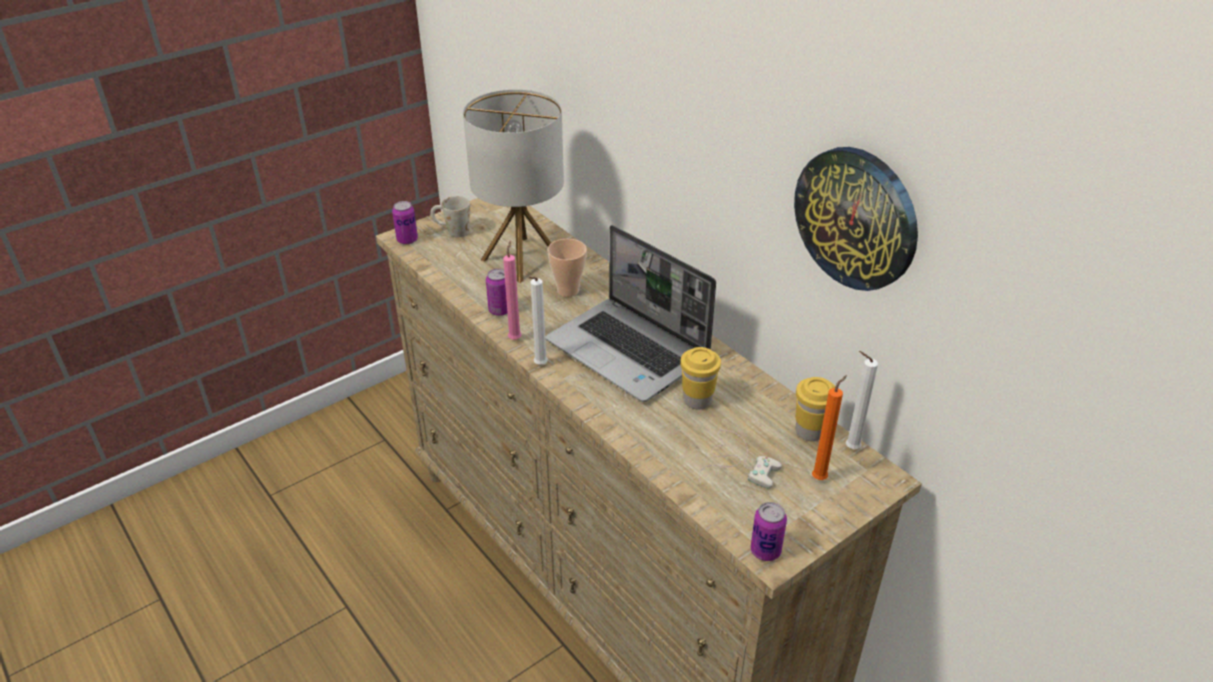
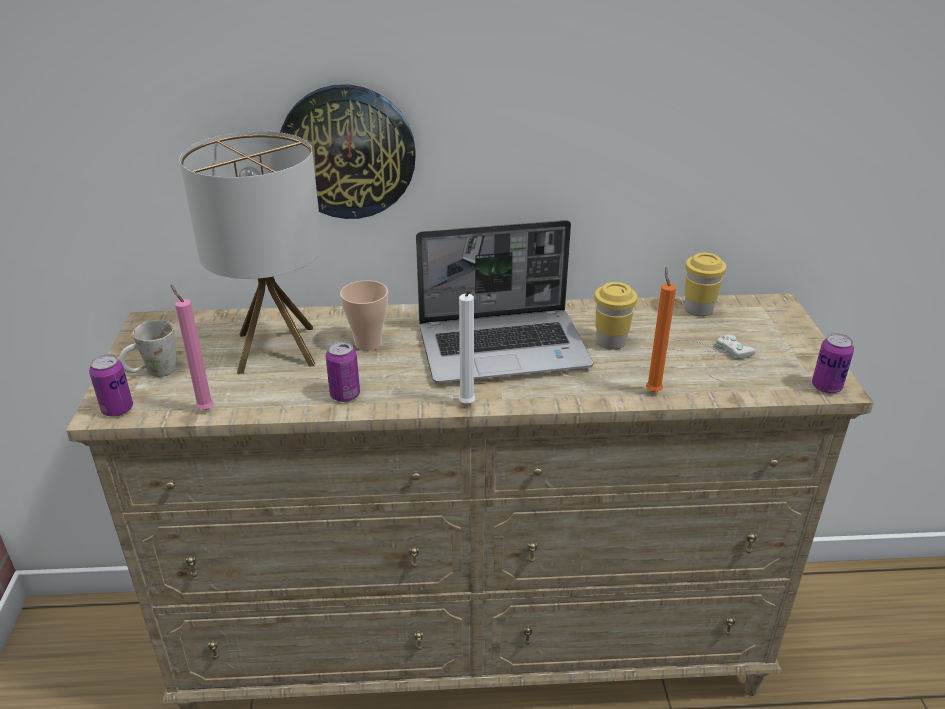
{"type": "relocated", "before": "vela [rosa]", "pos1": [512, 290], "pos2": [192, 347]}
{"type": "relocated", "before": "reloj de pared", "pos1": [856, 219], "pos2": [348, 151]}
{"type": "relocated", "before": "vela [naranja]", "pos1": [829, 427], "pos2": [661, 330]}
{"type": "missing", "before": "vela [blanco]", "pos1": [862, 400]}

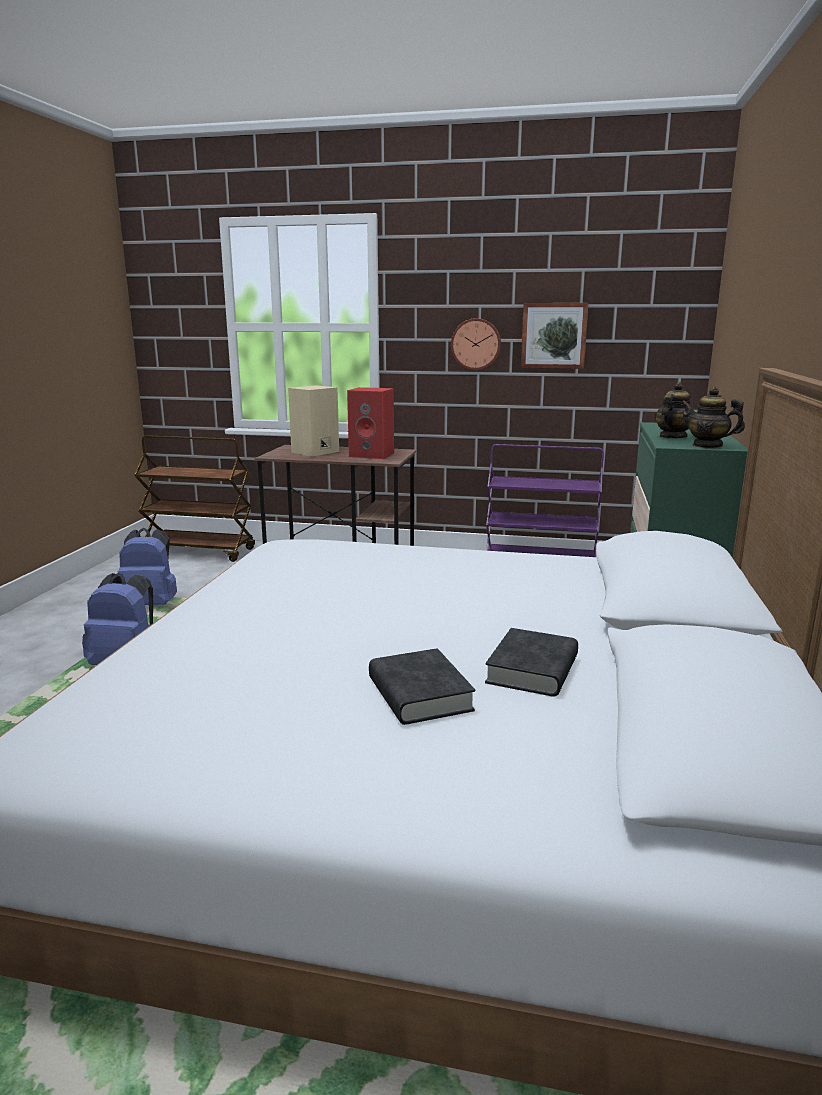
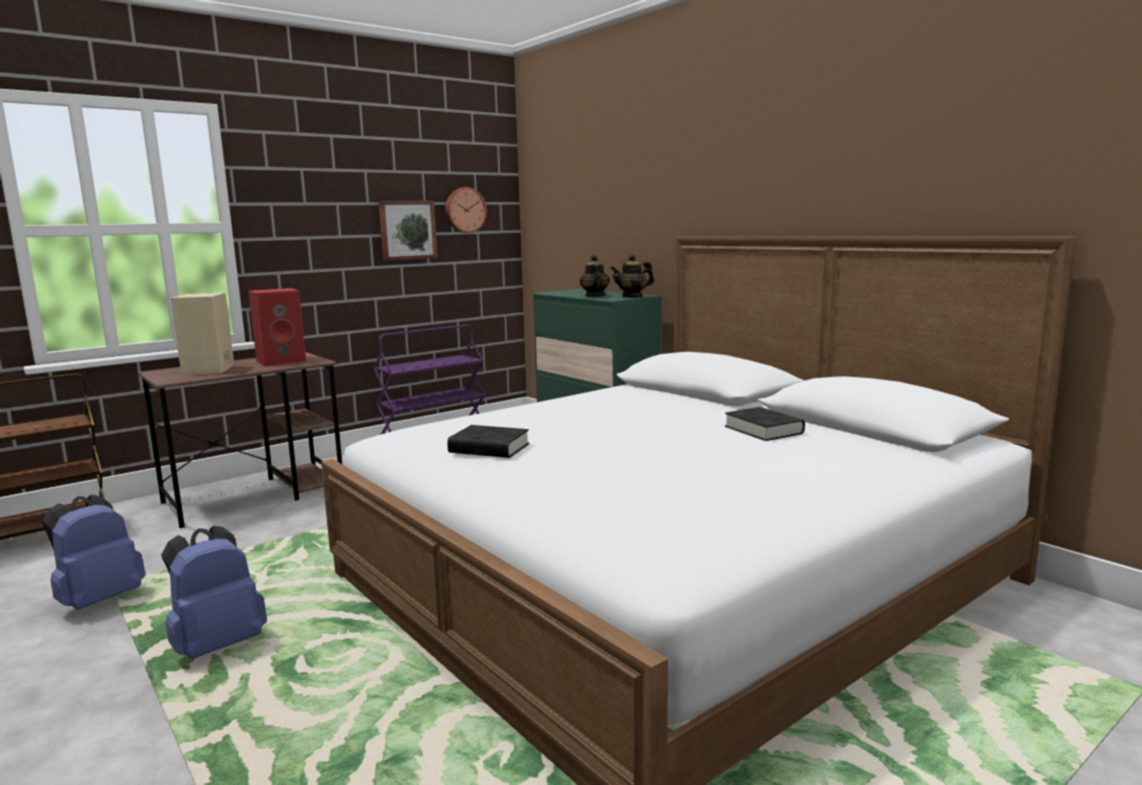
{"type": "relocated", "before": "libro [negro]", "pos1": [422, 686], "pos2": [488, 441]}
{"type": "relocated", "before": "reloj de pared", "pos1": [476, 344], "pos2": [466, 210]}

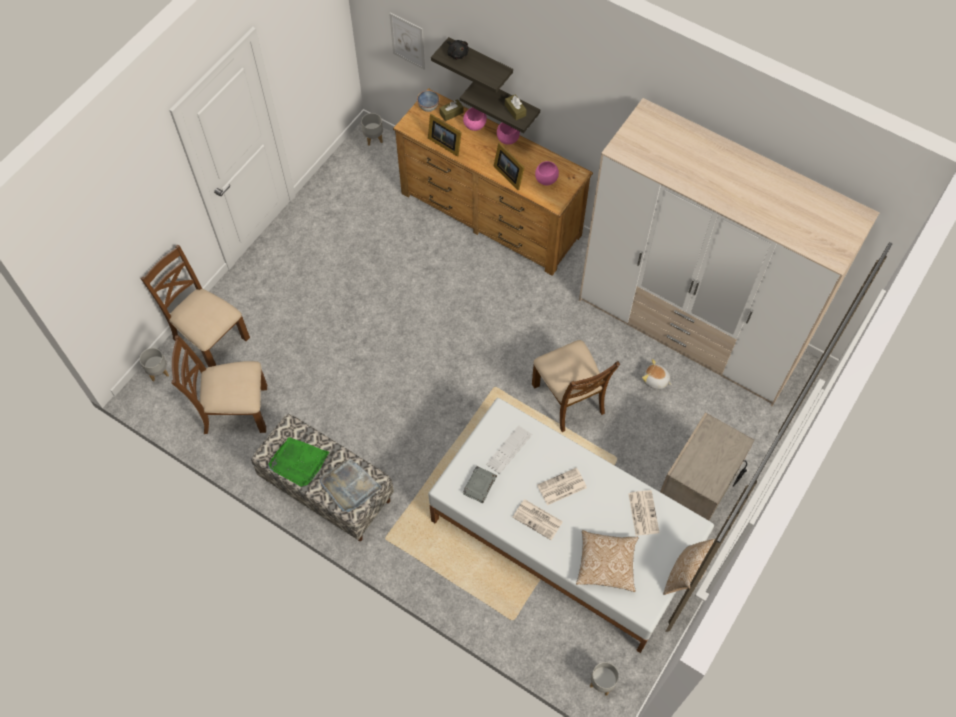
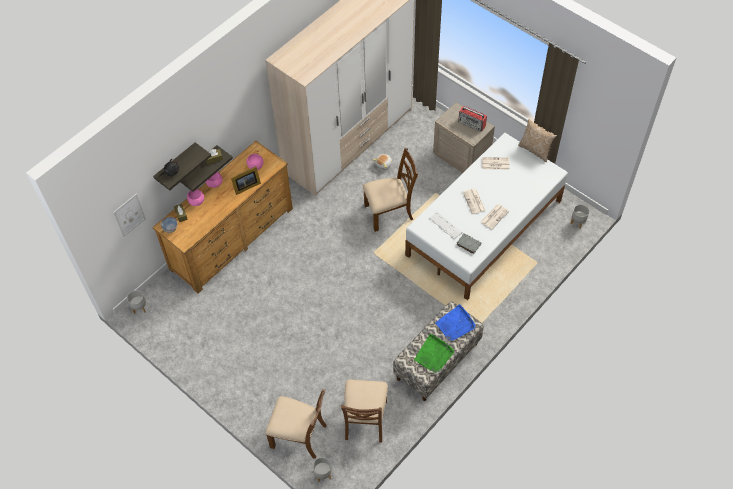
{"type": "spun", "before": "silla [marrón]", "pos1": [195, 306], "pos2": [296, 424], "turn": -120}
{"type": "colour", "before": "bandeja [gris]", "after": "bandeja [azul]", "pos1": [351, 485], "pos2": [455, 322]}
{"type": "missing", "before": "portarretratos", "pos1": [445, 135]}
{"type": "missing", "before": "cojín", "pos1": [607, 561]}
{"type": "appeared", "after": "radio", "pos2": [472, 119]}

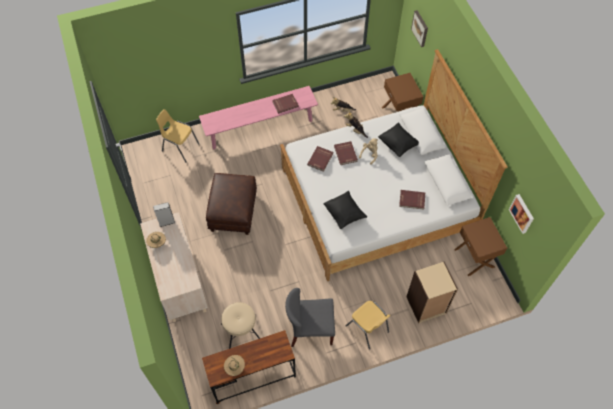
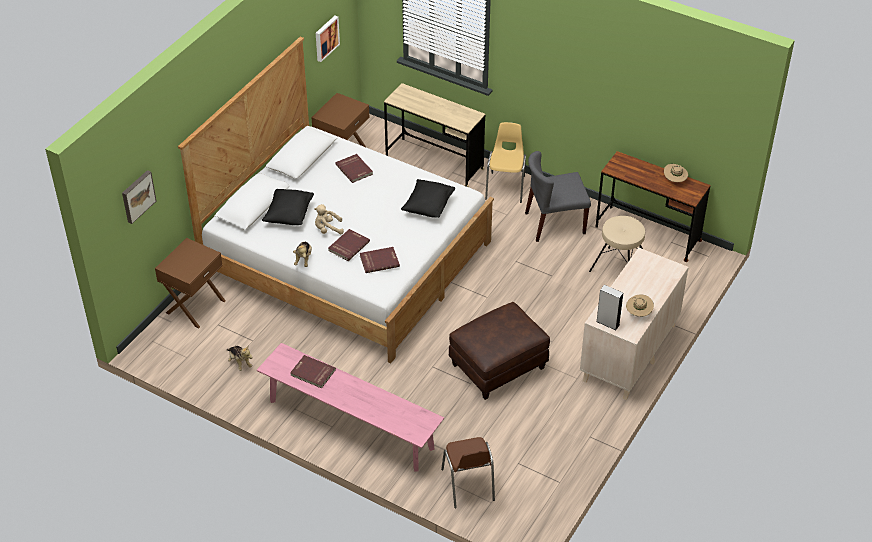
{"type": "colour", "before": "silla [amarillo]", "after": "silla [marrón]", "pos1": [177, 135], "pos2": [468, 472]}
{"type": "spun", "before": "silla [gris]", "pos1": [310, 317], "pos2": [558, 196], "turn": 120}
{"type": "exchanged", "before": "estantería [beis]", "after": "escritorio [beis]", "pos1": [432, 292], "pos2": [434, 135]}

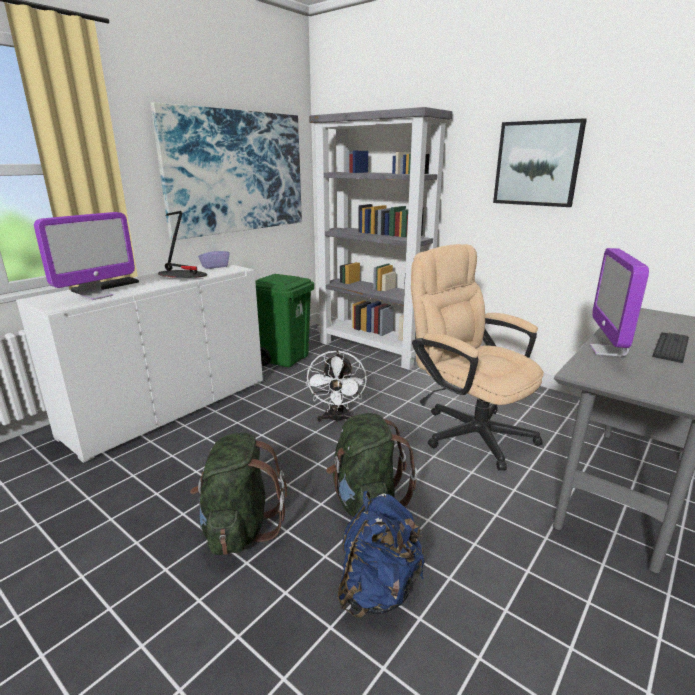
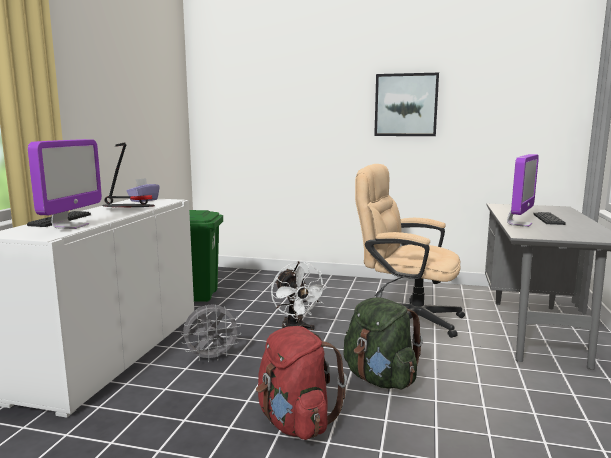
{"type": "missing", "before": "cuadro", "pos1": [226, 171]}
{"type": "colour", "before": "mochila [verde]", "after": "mochila [rojo]", "pos1": [238, 493], "pos2": [301, 383]}
{"type": "missing", "before": "estantería [gris]", "pos1": [380, 238]}
{"type": "missing", "before": "mochila [azul]", "pos1": [381, 554]}
{"type": "spun", "before": "monitor", "pos1": [619, 302], "pos2": [523, 190], "turn": -135}
{"type": "appeared", "after": "ventilador [gris]", "pos2": [211, 333]}

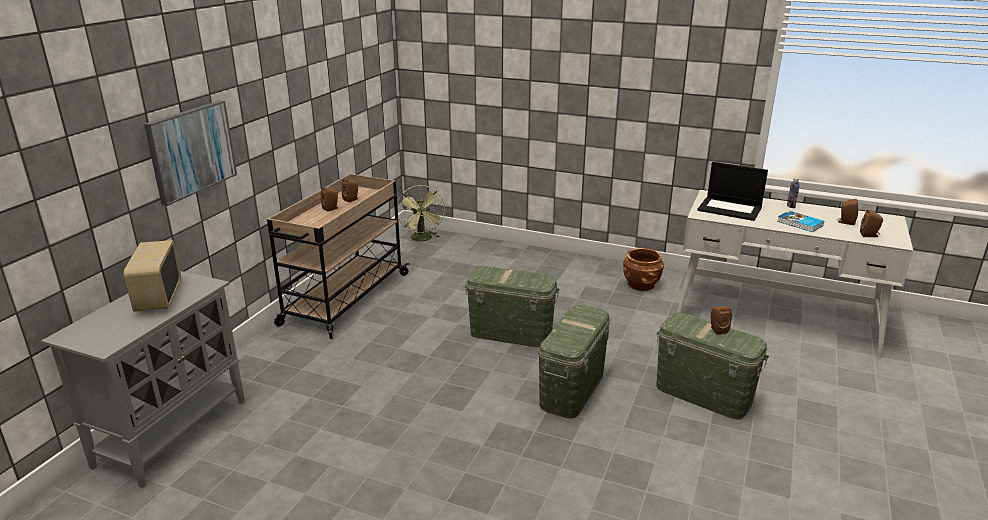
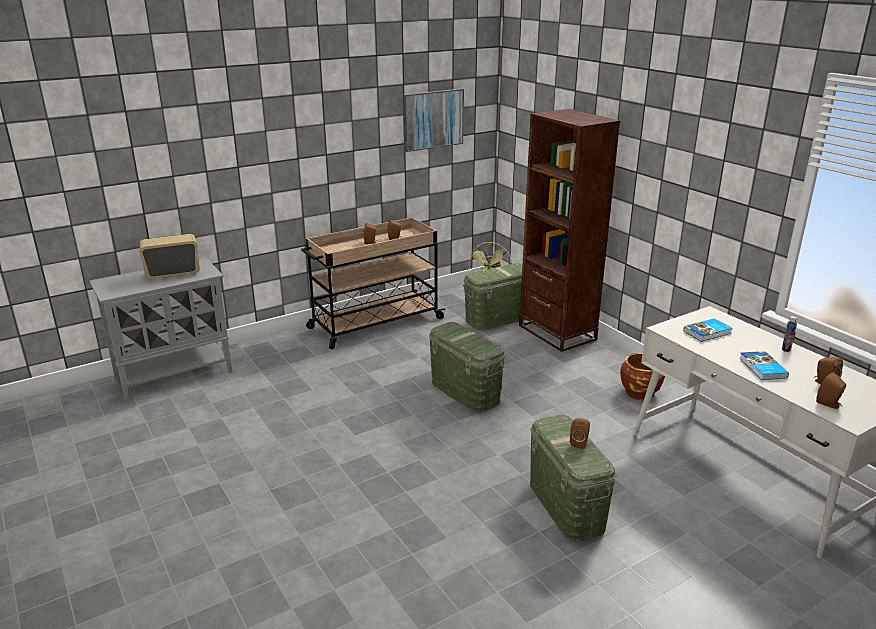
{"type": "spun", "before": "radio", "pos1": [152, 276], "pos2": [169, 256], "turn": 45}
{"type": "relocated", "before": "cuadro", "pos1": [190, 153], "pos2": [433, 120]}
{"type": "relocated", "before": "caja de almacenaje [verde]", "pos1": [574, 361], "pos2": [494, 297]}
{"type": "exchanged", "before": "portátil", "after": "libro", "pos1": [732, 191], "pos2": [707, 330]}
{"type": "appeared", "after": "estantería [marrón]", "pos2": [569, 230]}

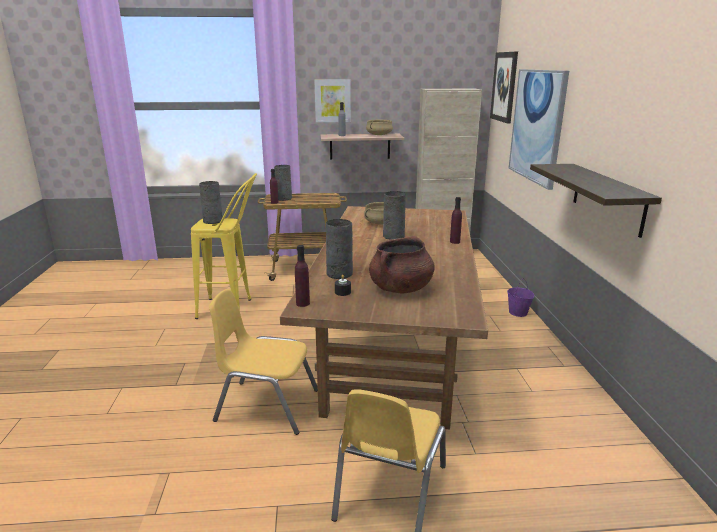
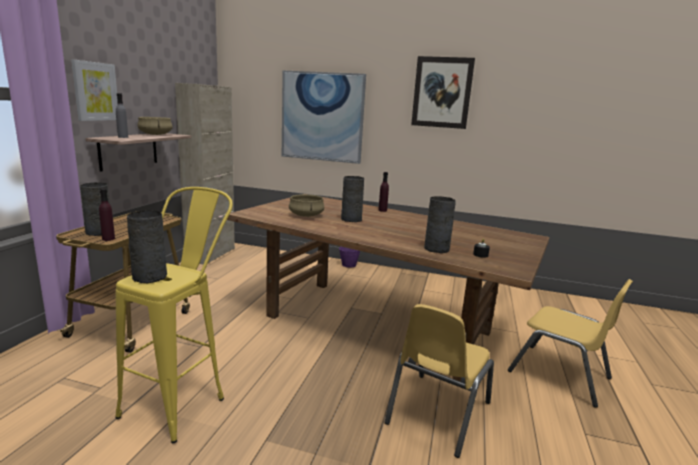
{"type": "missing", "before": "botella [morado]", "pos1": [302, 276]}
{"type": "missing", "before": "olla [marrón]", "pos1": [402, 264]}
{"type": "relocated", "before": "cuadro", "pos1": [504, 88], "pos2": [443, 92]}
{"type": "missing", "before": "estante", "pos1": [596, 201]}

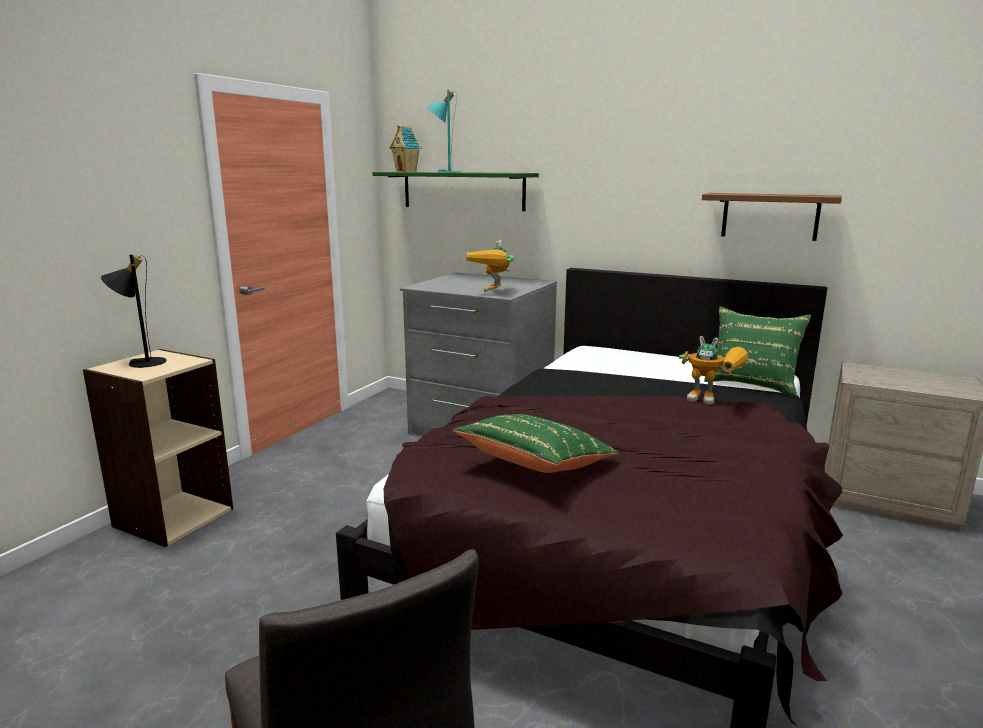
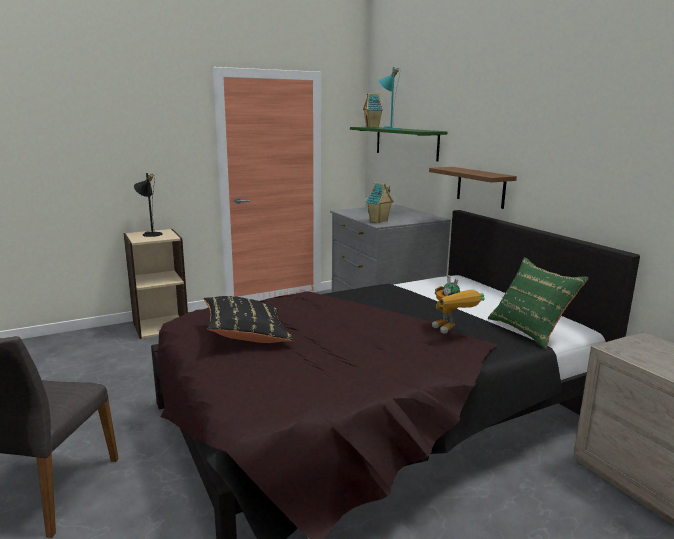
{"type": "colour", "before": "cojín [verde]", "after": "cojín [negro]", "pos1": [536, 443], "pos2": [249, 319]}
{"type": "exchanged", "before": "robot de juguete", "after": "casita", "pos1": [490, 266], "pos2": [379, 202]}
{"type": "relocated", "before": "estante [marrón]", "pos1": [772, 217], "pos2": [473, 188]}

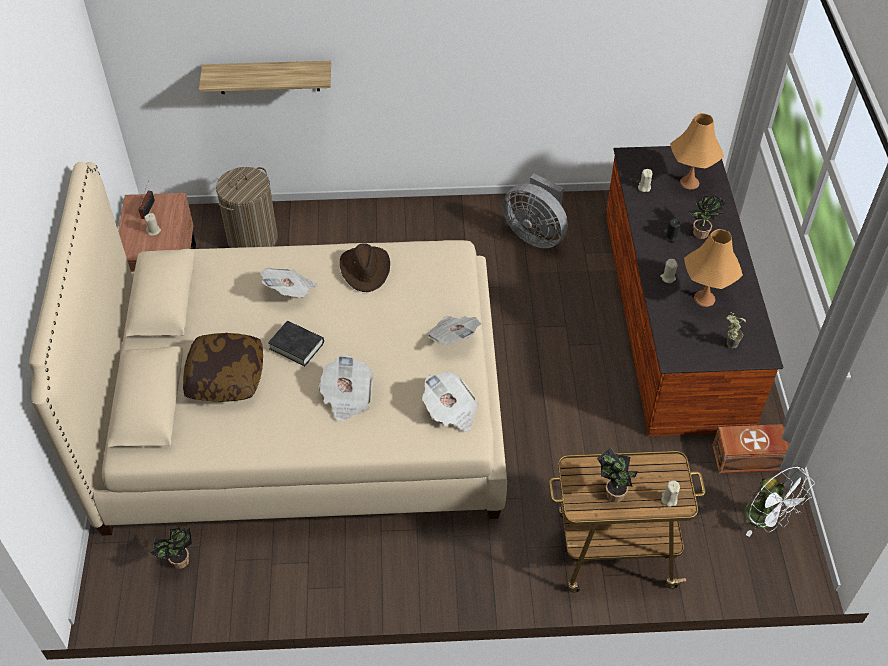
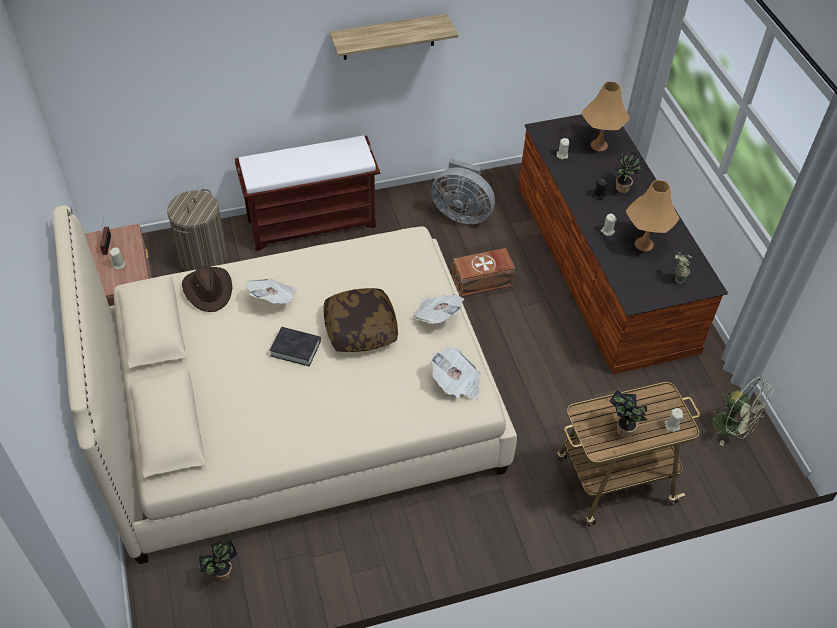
{"type": "relocated", "before": "cojín", "pos1": [223, 367], "pos2": [360, 320]}
{"type": "relocated", "before": "estante", "pos1": [265, 77], "pos2": [393, 37]}
{"type": "missing", "before": "periódico", "pos1": [346, 388]}
{"type": "relocated", "before": "sombrero [marrón]", "pos1": [365, 267], "pos2": [207, 289]}
{"type": "relocated", "before": "caja de almacenaje [marrón]", "pos1": [751, 448], "pos2": [483, 272]}
{"type": "colour", "before": "ventilador [blanco]", "after": "ventilador [verde]", "pos1": [779, 501], "pos2": [742, 411]}
{"type": "appeared", "after": "banco [marrón]", "pos2": [307, 193]}

